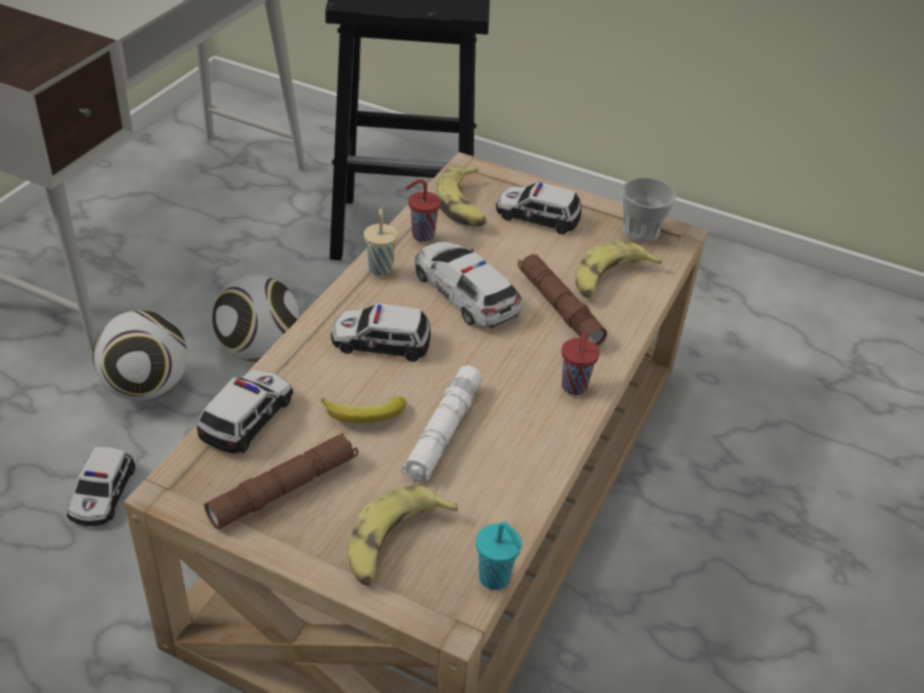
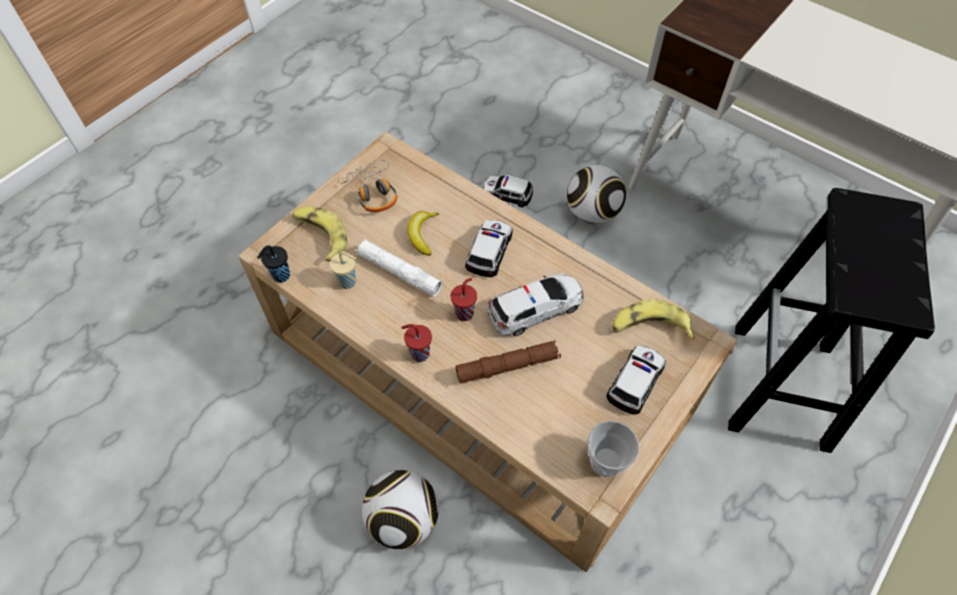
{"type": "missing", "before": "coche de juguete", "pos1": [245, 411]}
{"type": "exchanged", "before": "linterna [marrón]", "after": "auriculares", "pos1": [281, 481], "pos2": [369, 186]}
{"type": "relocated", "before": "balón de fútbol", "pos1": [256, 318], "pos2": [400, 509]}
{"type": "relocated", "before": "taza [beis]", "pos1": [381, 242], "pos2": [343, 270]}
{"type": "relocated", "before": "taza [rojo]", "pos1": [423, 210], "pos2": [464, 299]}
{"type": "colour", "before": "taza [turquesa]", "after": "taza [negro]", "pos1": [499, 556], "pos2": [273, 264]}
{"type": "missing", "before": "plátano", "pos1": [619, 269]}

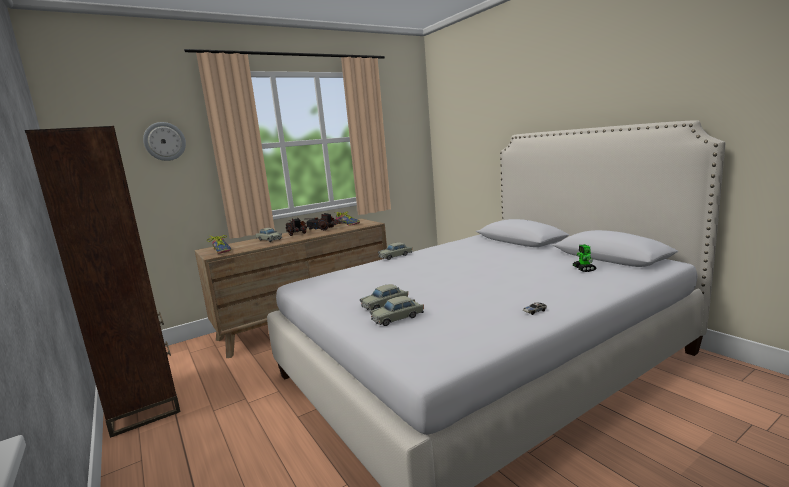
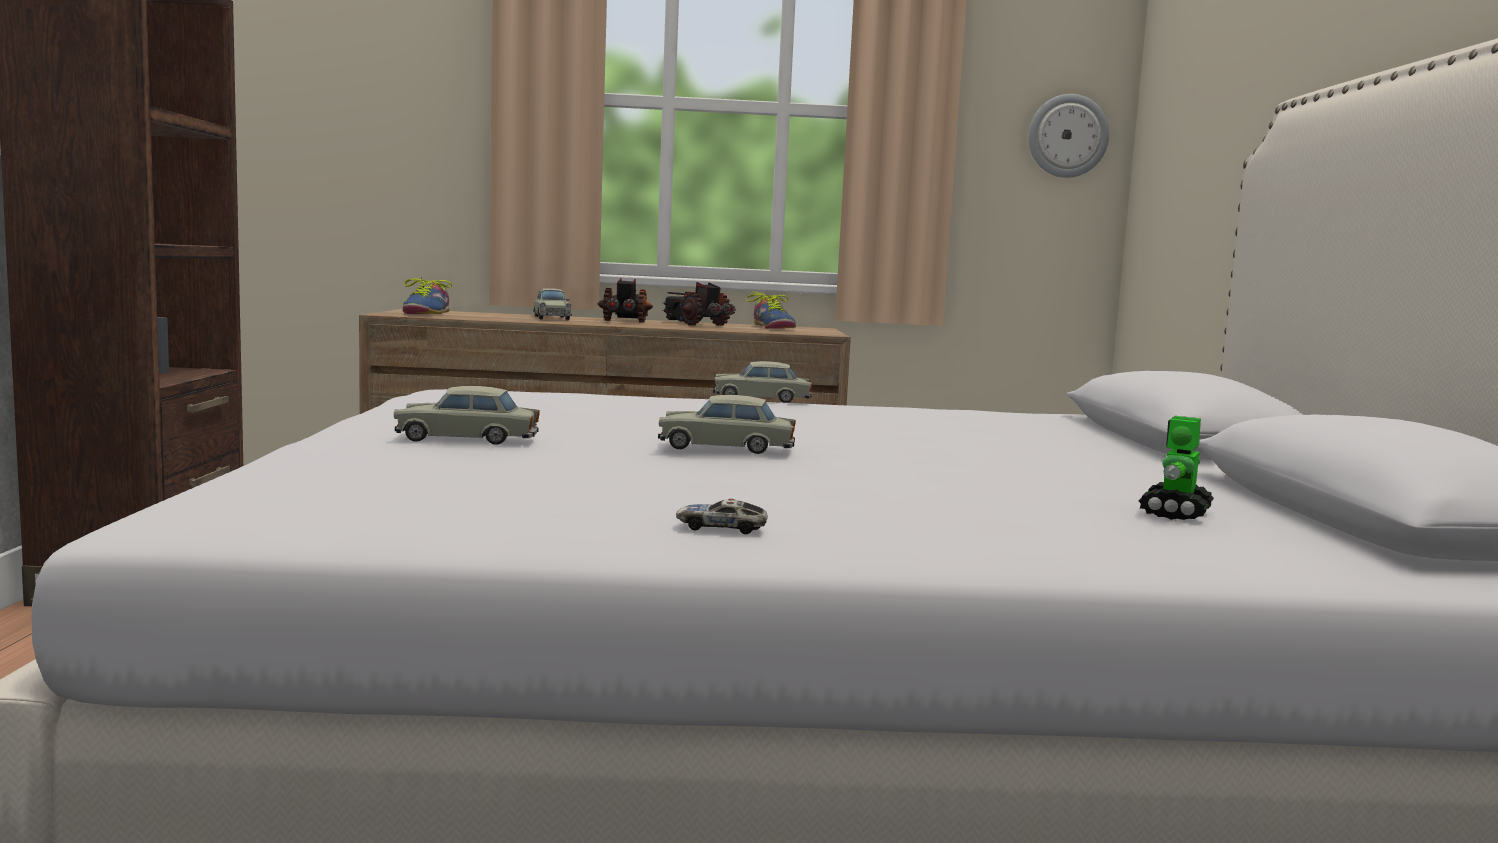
{"type": "relocated", "before": "reloj de pared", "pos1": [164, 141], "pos2": [1068, 136]}
{"type": "relocated", "before": "coche de juguete [beis]", "pos1": [397, 311], "pos2": [727, 424]}

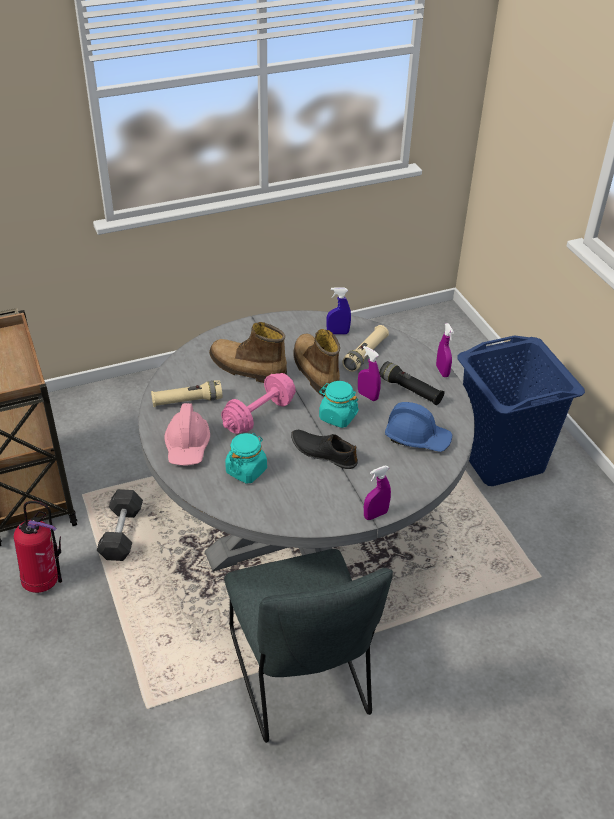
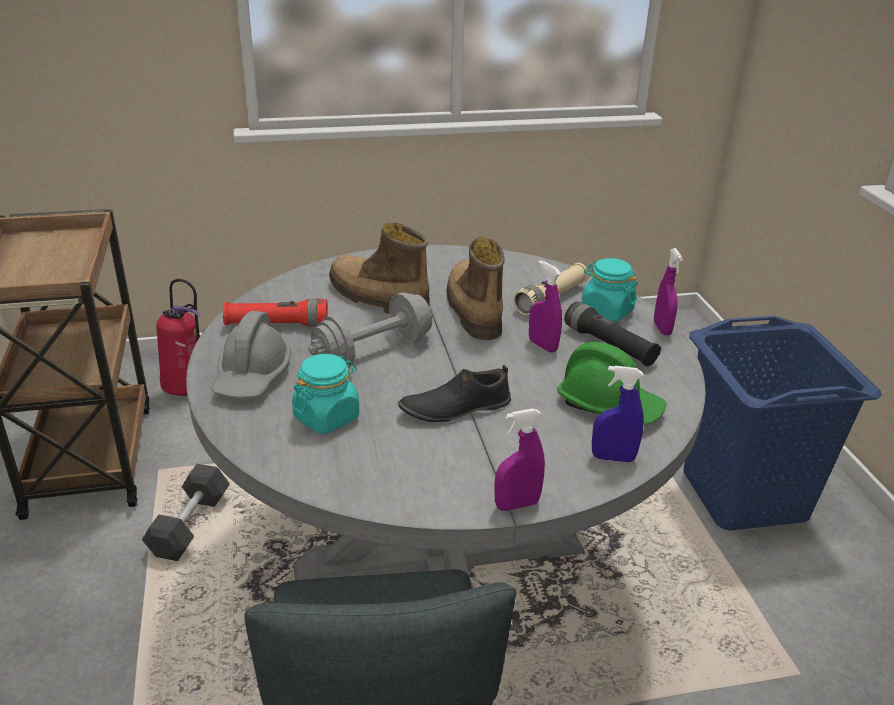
{"type": "relocated", "before": "extintor", "pos1": [38, 547], "pos2": [180, 337]}
{"type": "colour", "before": "linterna [beis]", "after": "linterna [rojo]", "pos1": [186, 394], "pos2": [275, 312]}
{"type": "colour", "before": "casco [rosa]", "after": "casco [gris]", "pos1": [187, 434], "pos2": [251, 354]}
{"type": "colour", "before": "mancuerna [rosa]", "after": "mancuerna [gris]", "pos1": [258, 403], "pos2": [370, 329]}
{"type": "spun", "before": "zapato [negro]", "pos1": [324, 449], "pos2": [454, 393], "turn": -60}
{"type": "relocated", "before": "tarro [turquesa]", "pos1": [339, 404], "pos2": [609, 289]}
{"type": "relocated", "before": "pulverizador [azul]", "pos1": [338, 310], "pos2": [618, 414]}
{"type": "colour", "before": "casco [azul]", "after": "casco [verde]", "pos1": [418, 427], "pos2": [612, 383]}

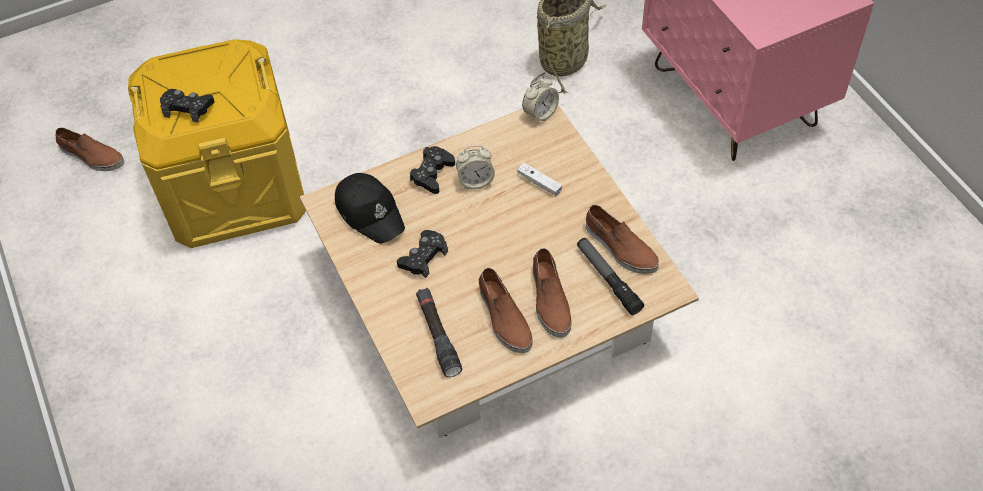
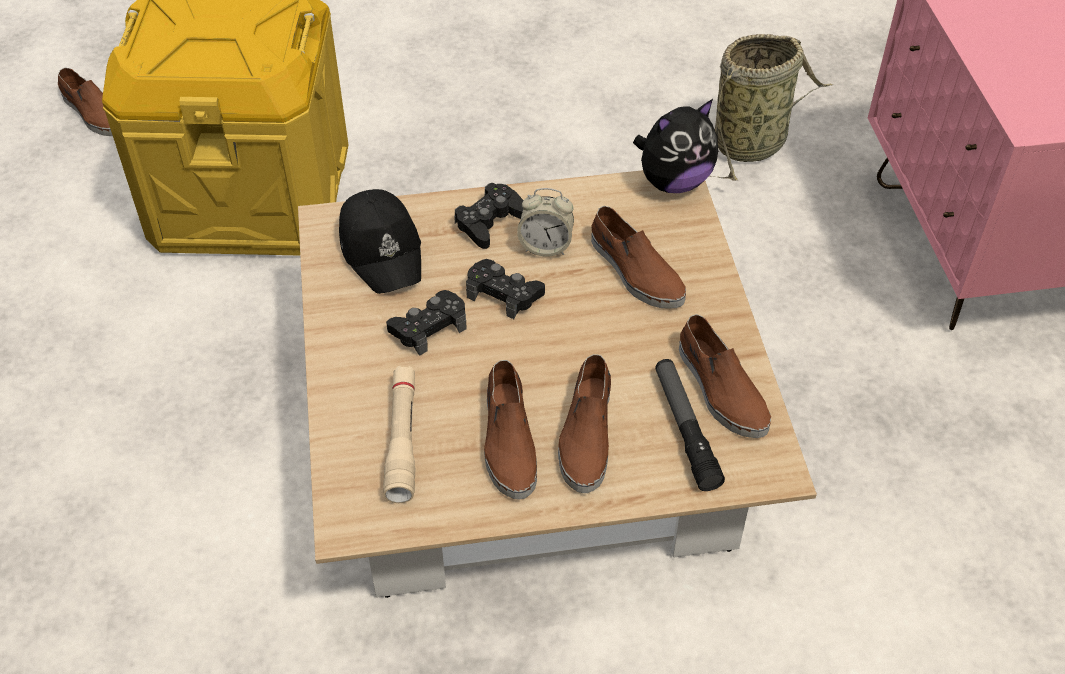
{"type": "relocated", "before": "mando de consola [negro]", "pos1": [187, 106], "pos2": [505, 289]}
{"type": "colour", "before": "linterna [negro]", "after": "linterna [beis]", "pos1": [439, 332], "pos2": [399, 434]}
{"type": "exchanged", "before": "mando de consola [blanco]", "after": "zapato [marrón]", "pos1": [539, 179], "pos2": [638, 257]}
{"type": "exchanged", "before": "despertador", "after": "peluche", "pos1": [540, 100], "pos2": [675, 146]}

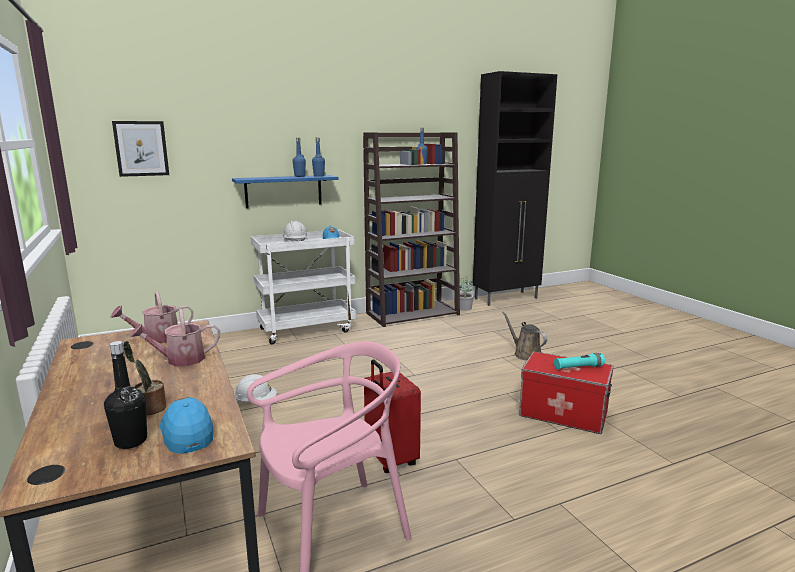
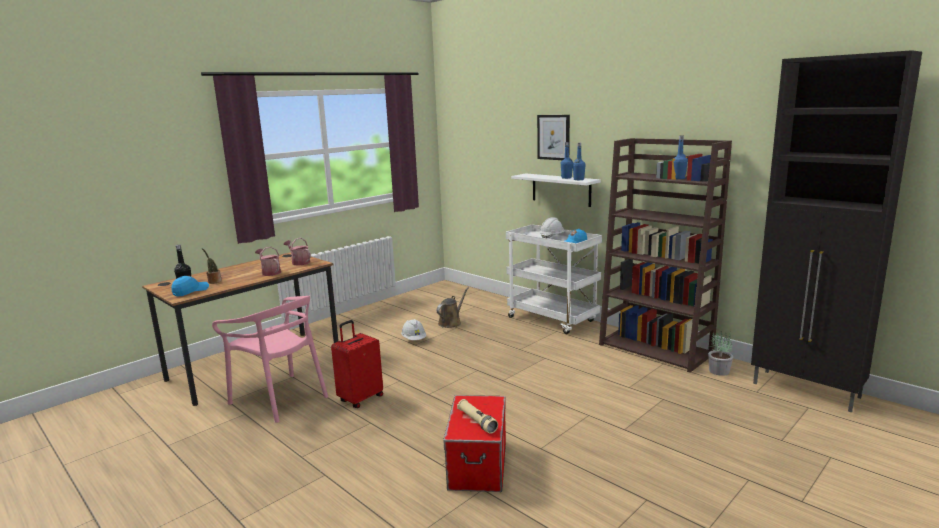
{"type": "relocated", "before": "cuadro", "pos1": [140, 149], "pos2": [553, 137]}
{"type": "colour", "before": "estante [azul]", "after": "estante [blanco]", "pos1": [285, 192], "pos2": [556, 190]}
{"type": "relocated", "before": "regadera [marrón]", "pos1": [524, 336], "pos2": [452, 307]}
{"type": "colour", "before": "linterna [turquesa]", "after": "linterna [beis]", "pos1": [579, 361], "pos2": [477, 416]}

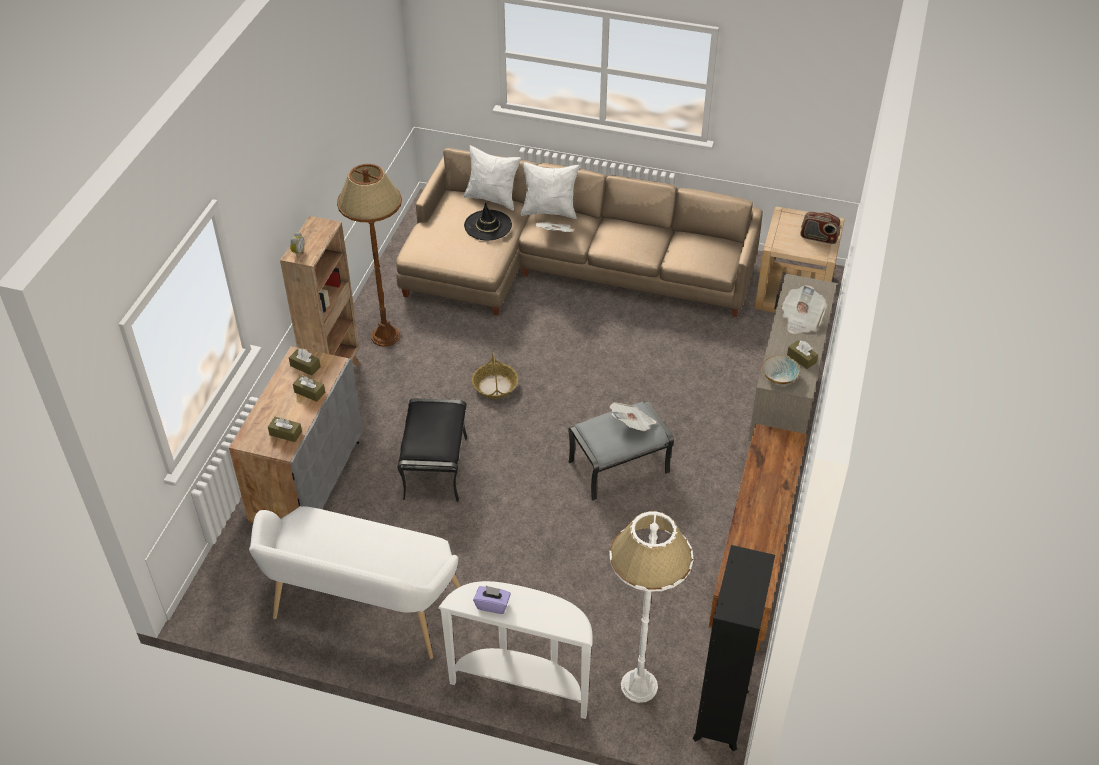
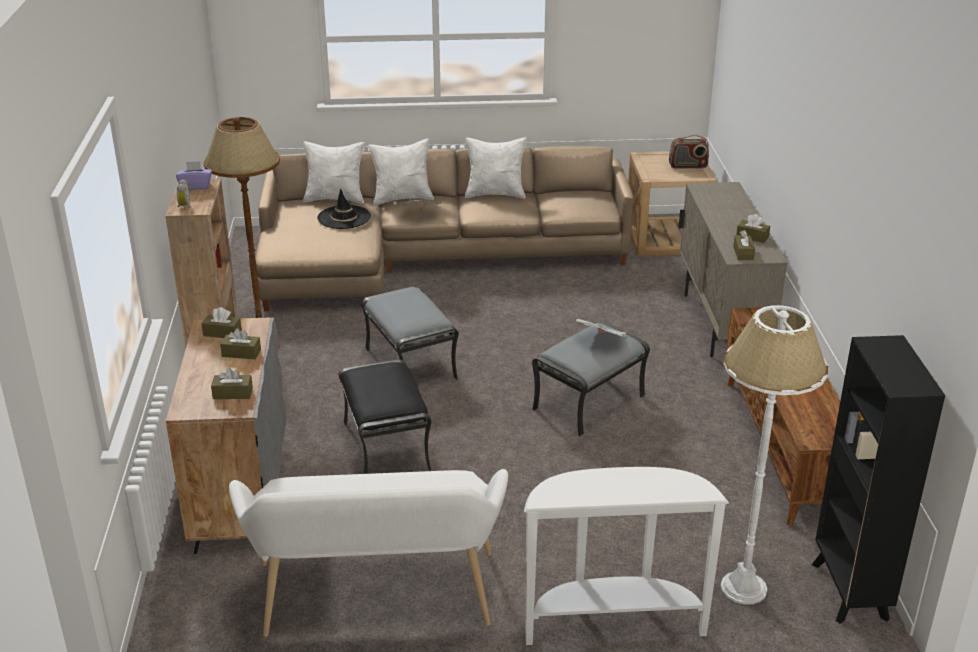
{"type": "exchanged", "before": "cesta", "after": "puf [gris]", "pos1": [495, 375], "pos2": [410, 333]}
{"type": "relocated", "before": "caja de pañuelos [morado]", "pos1": [492, 599], "pos2": [194, 175]}
{"type": "exchanged", "before": "cuenco", "after": "caja de pañuelos [marrón]", "pos1": [781, 370], "pos2": [744, 245]}
{"type": "missing", "before": "periódico", "pos1": [804, 309]}
{"type": "appeared", "after": "cojín [blanco]", "pos2": [496, 168]}

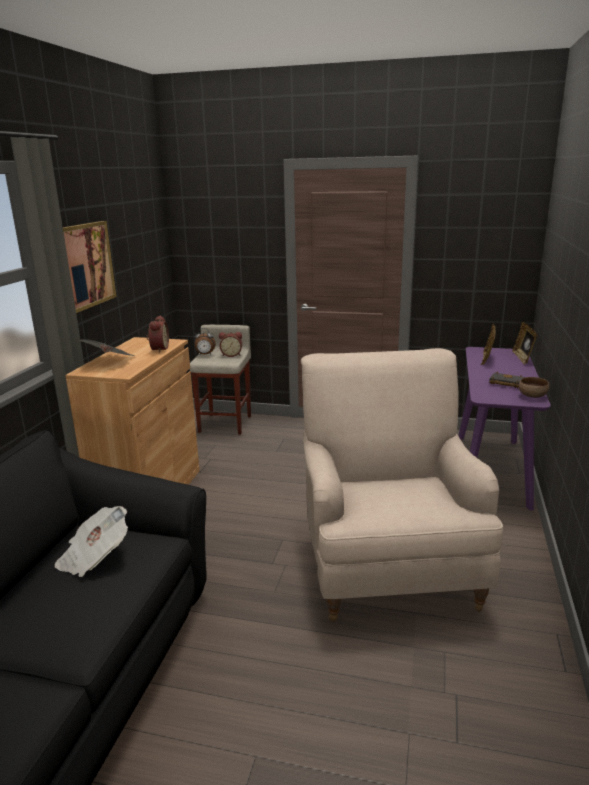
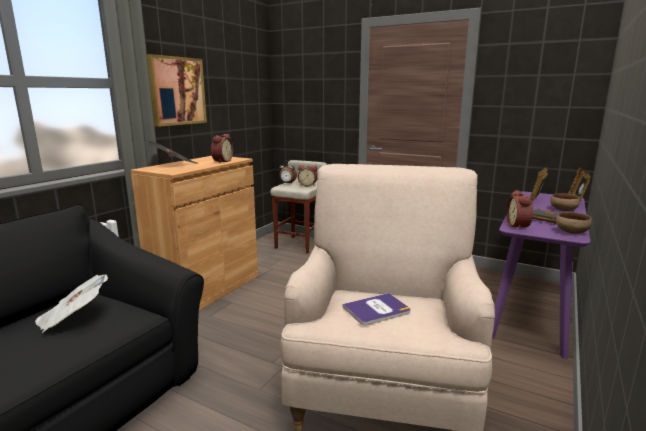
{"type": "appeared", "after": "libro", "pos2": [376, 309]}
{"type": "appeared", "after": "despertador", "pos2": [519, 210]}
{"type": "appeared", "after": "cuenco [marrón]", "pos2": [565, 202]}

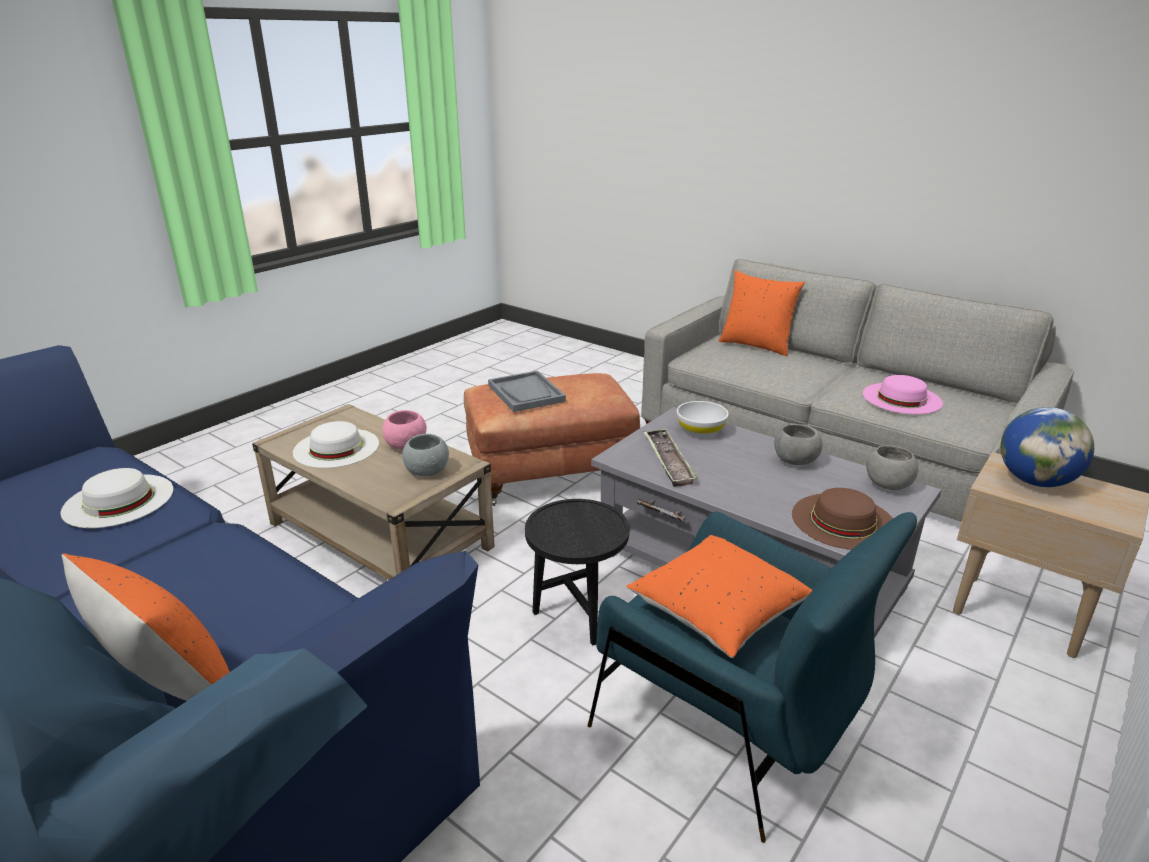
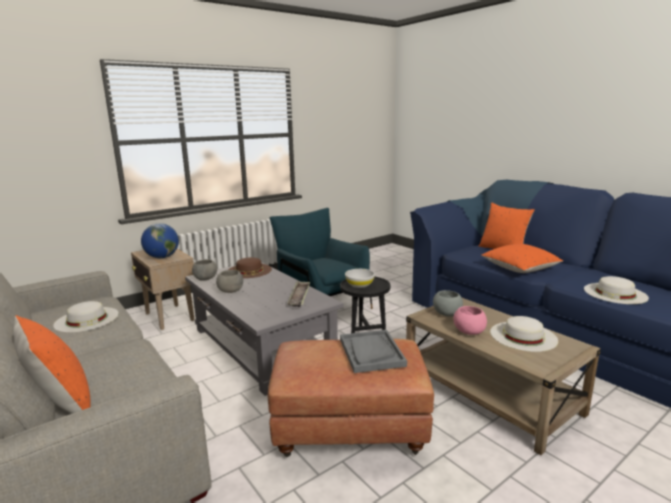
{"type": "relocated", "before": "cojín [naranja]", "pos1": [719, 596], "pos2": [522, 258]}
{"type": "relocated", "before": "cuenco [blanco]", "pos1": [703, 419], "pos2": [360, 278]}
{"type": "colour", "before": "sombrero [rosa]", "after": "sombrero [blanco]", "pos1": [903, 394], "pos2": [86, 317]}

